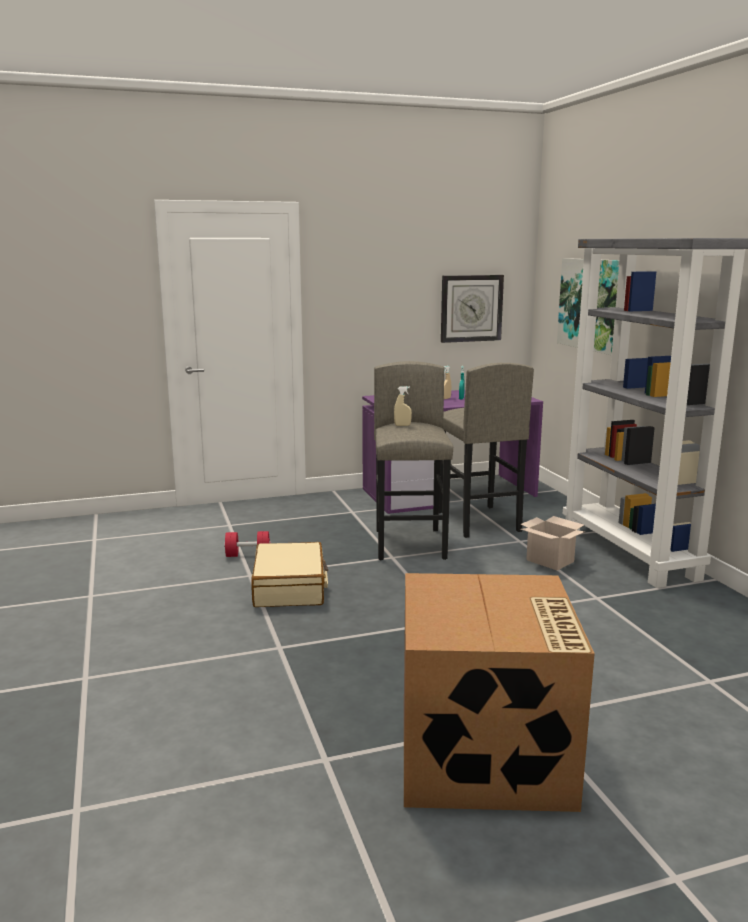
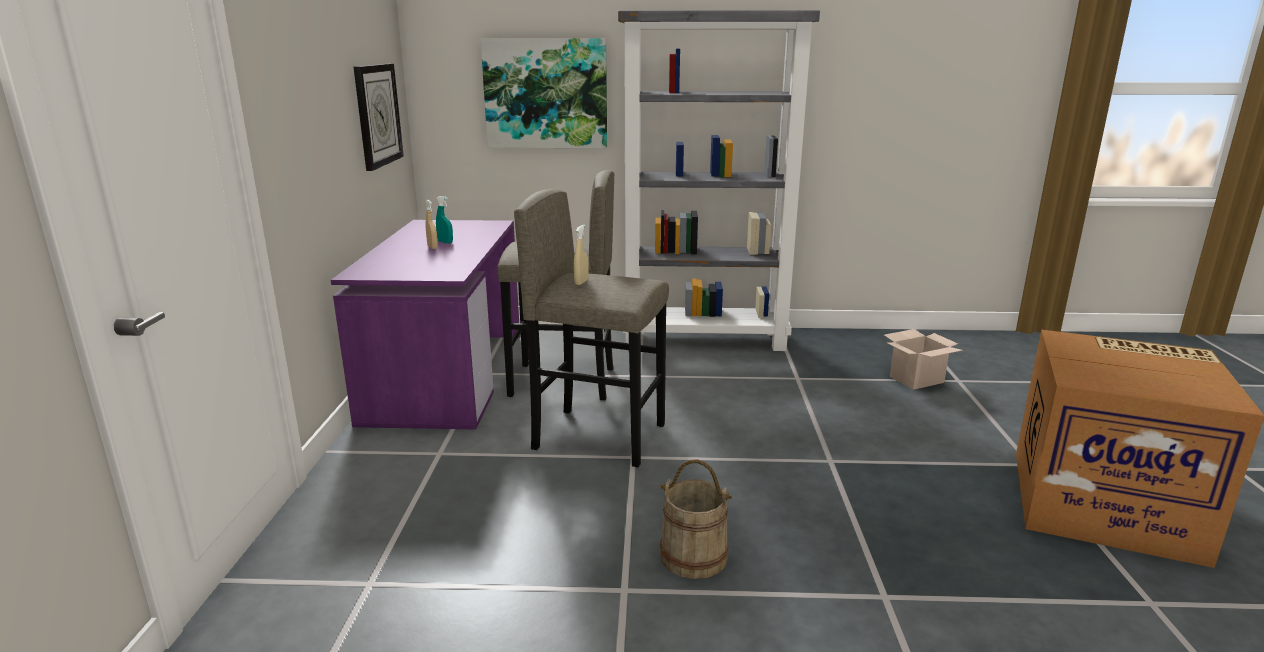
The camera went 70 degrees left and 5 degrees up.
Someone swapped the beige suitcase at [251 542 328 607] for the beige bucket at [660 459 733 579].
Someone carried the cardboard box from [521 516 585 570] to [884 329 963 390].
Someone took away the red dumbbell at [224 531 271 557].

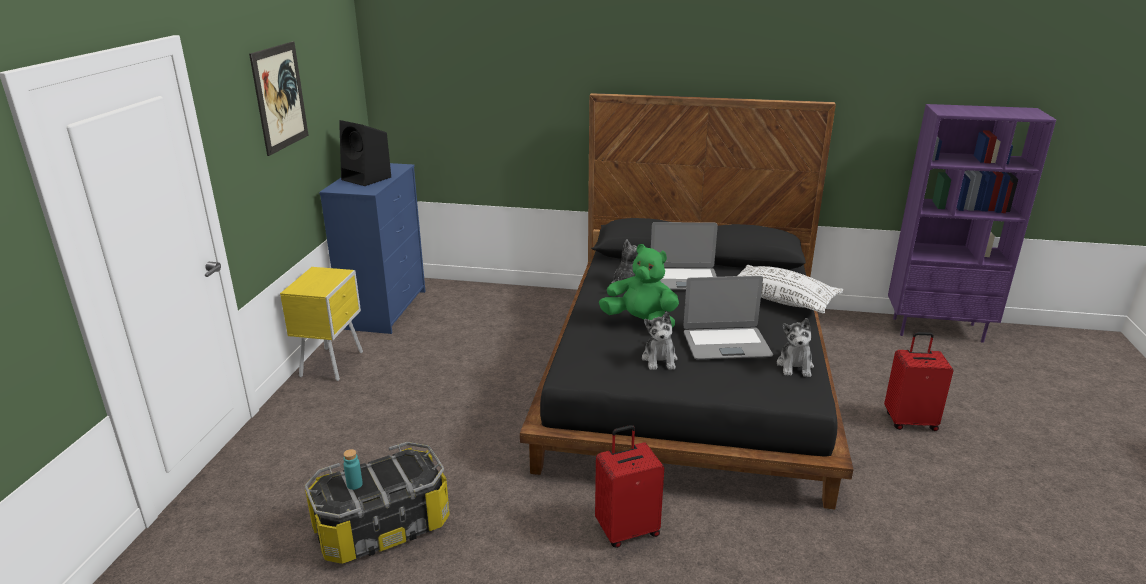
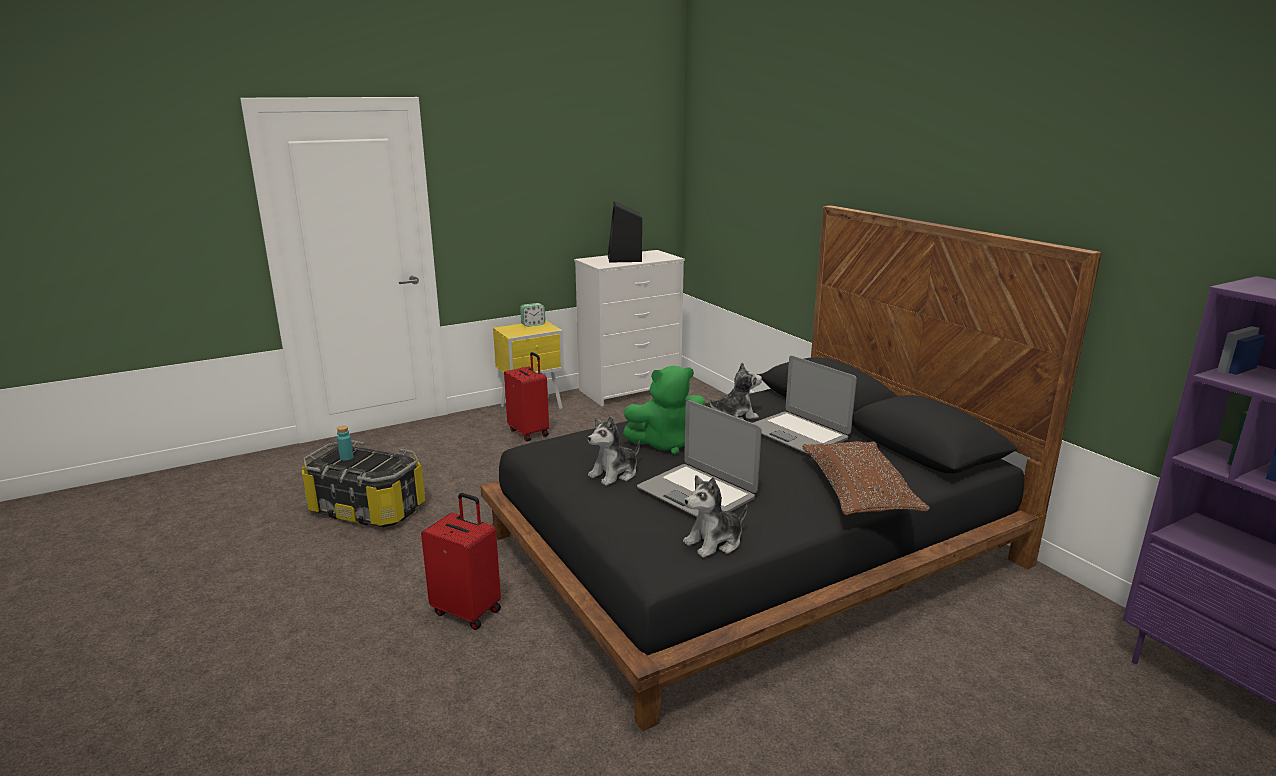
The camera went 50 degrees right and 5 degrees down.
Someone carried the red suitcase from [884 332 954 431] to [504 352 549 441].
Someone put down the alarm clock at [520 303 545 327].
Someone repainted the blue dresser at [319 163 426 334], which became the white dresser at [574 250 685 406].
Someone rotated the green plush toy at [599 244 679 328] by 90 degrees clockwise.
Someone repainted the white pillow at [738 265 844 314], which became the brown pillow at [802 441 930 515].
Someone took away the picture at [249 41 309 156].

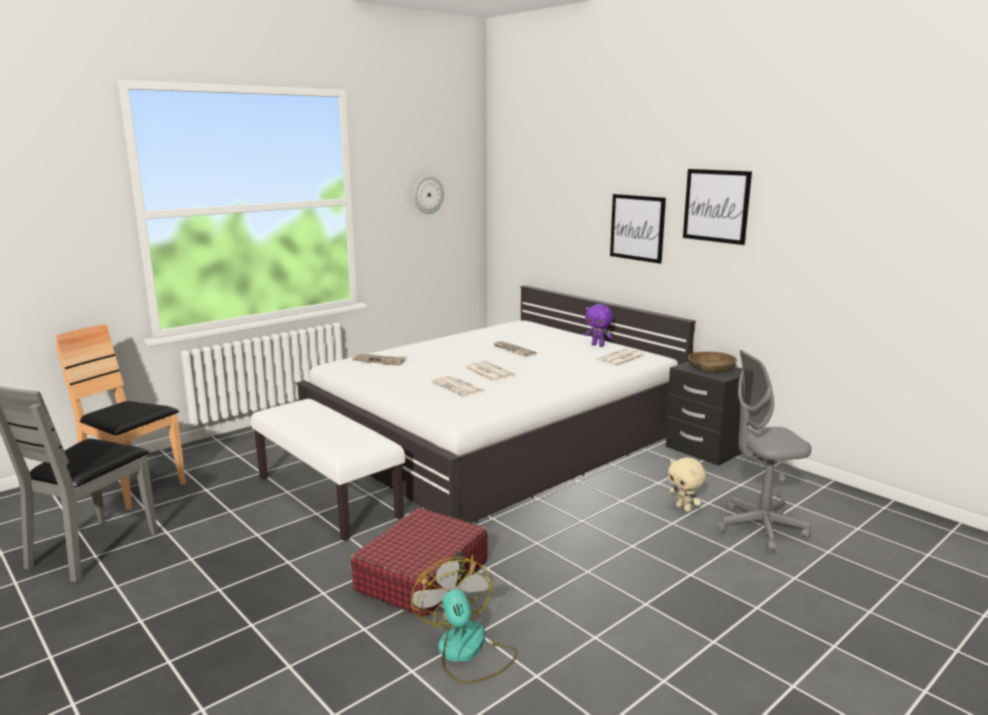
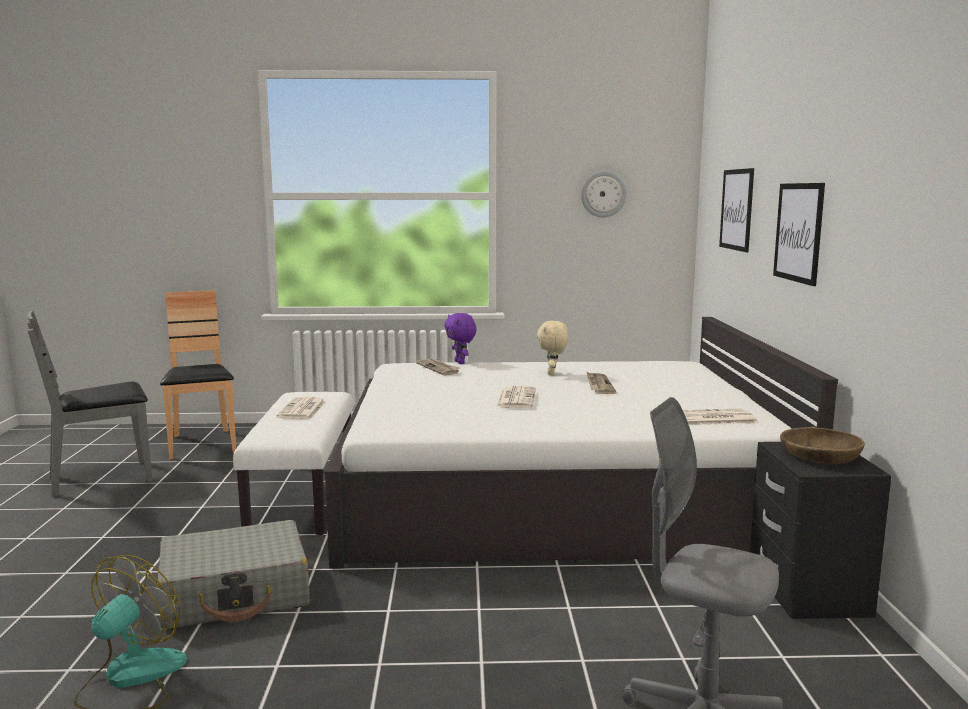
The camera went 40 degrees right and 5 degrees down.
Someone repainted the red suitcase at [351 508 488 617], which became the grey suitcase at [157 520 310 629].
Someone carried the newspaper from [431 375 486 397] to [277 397 326 419].
Someone carried the purple plush toy from [584 304 613 347] to [444 313 476 364].
Someone carried the beige plush toy from [668 457 706 512] to [537 321 568 375].
Someone carried the picture from [683 169 752 245] to [719 168 754 252].

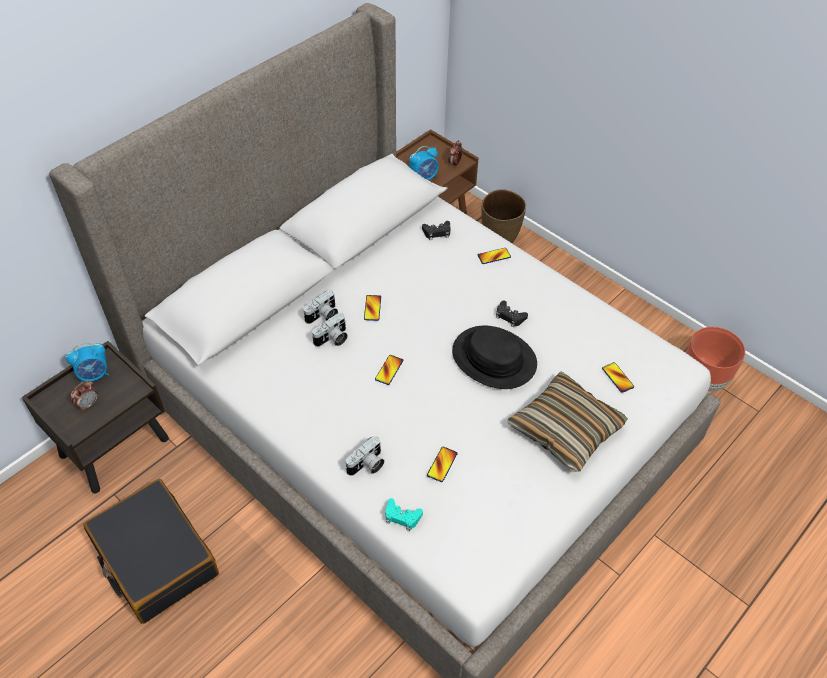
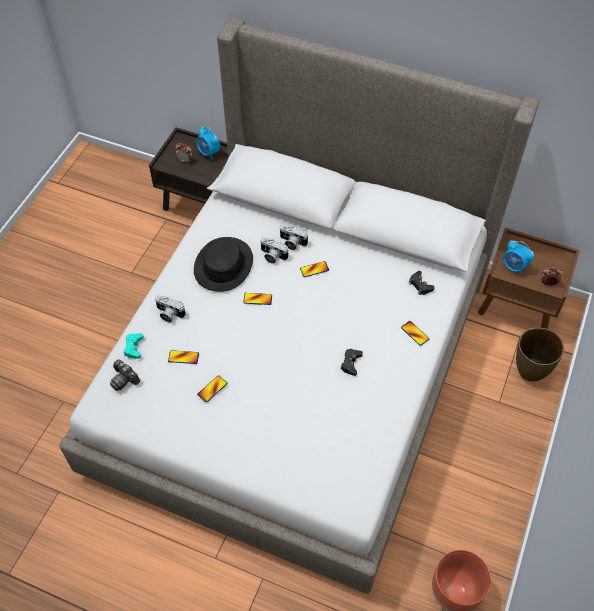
The camera went 70 degrees right and 5 degrees up.
Someone put down the photo camera at [110 359 140 391].
Someone carried the black hat from [452 325 537 389] to [194 237 253 292].
Someone carried the phone from [602 362 634 393] to [197 375 227 402].
Someone took away the black suitcase at [83 479 219 624].
Someone took away the pillow at [507 372 628 472].

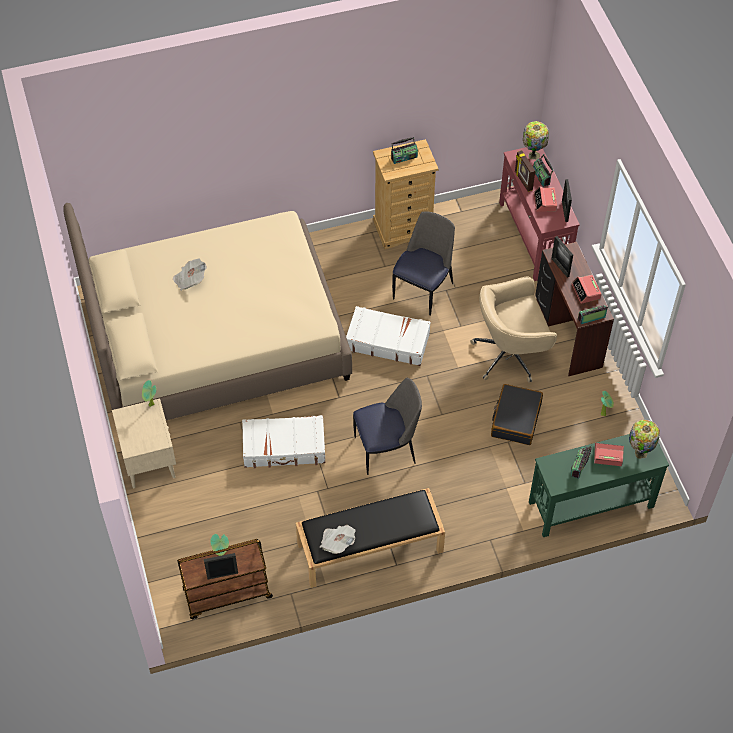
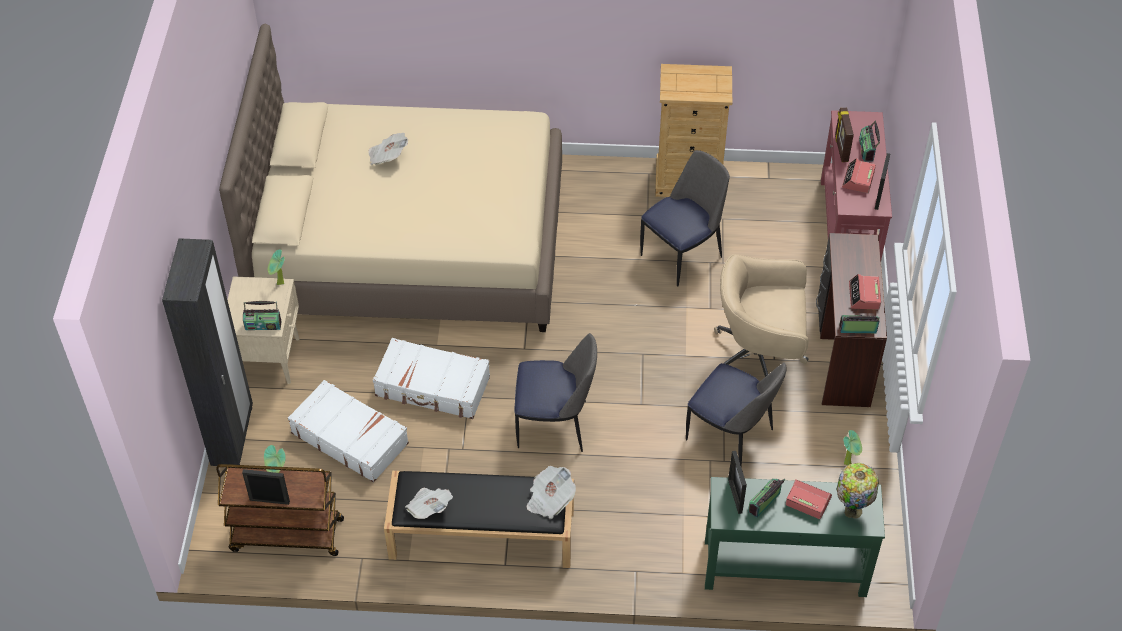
The camera went 20 degrees right and 5 degrees down.
Someone put down the black wardrobe at [162 238 253 466].
Someone carried the radio from [391 137 418 164] to [243 301 282 330].
Someone carried the white suitcase from [346 306 431 366] to [288 380 409 483].
Someone put down the newspaper at [526 466 576 519].
Someone swapped the black suitcase at [491 384 543 445] for the chair at [686 363 787 466].
Someone carried the picture frame from [551 236 573 277] to [728 451 747 514].
Someone took away the table lamp at [523 121 549 160].

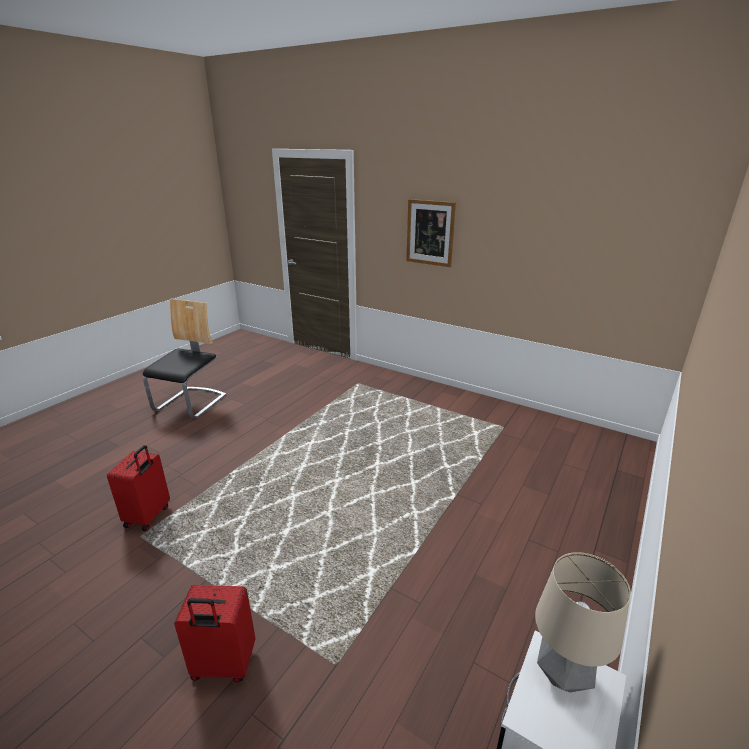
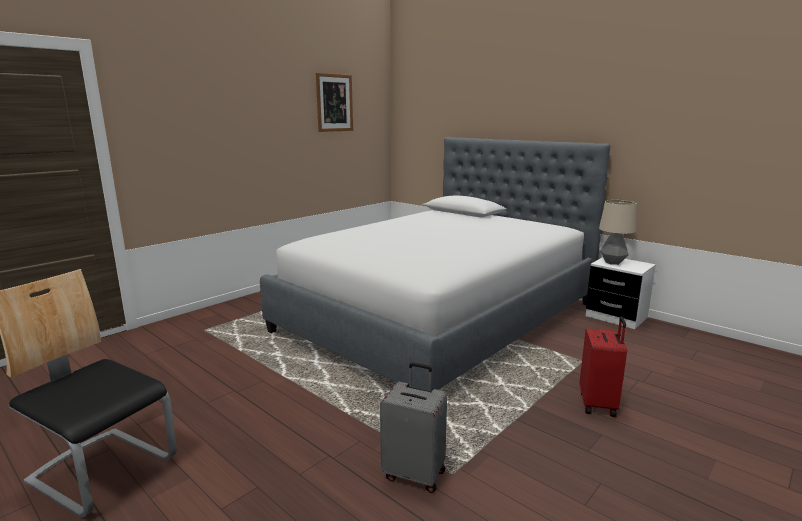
The camera went 80 degrees left and 10 degrees down.
Someone put down the bed at [260 137 610 391].
Someone carried the picture from [406 199 456 267] to [316 73 353 132].
Someone repainted the red suitcase at [107 445 170 531], which became the grey suitcase at [380 362 447 493].

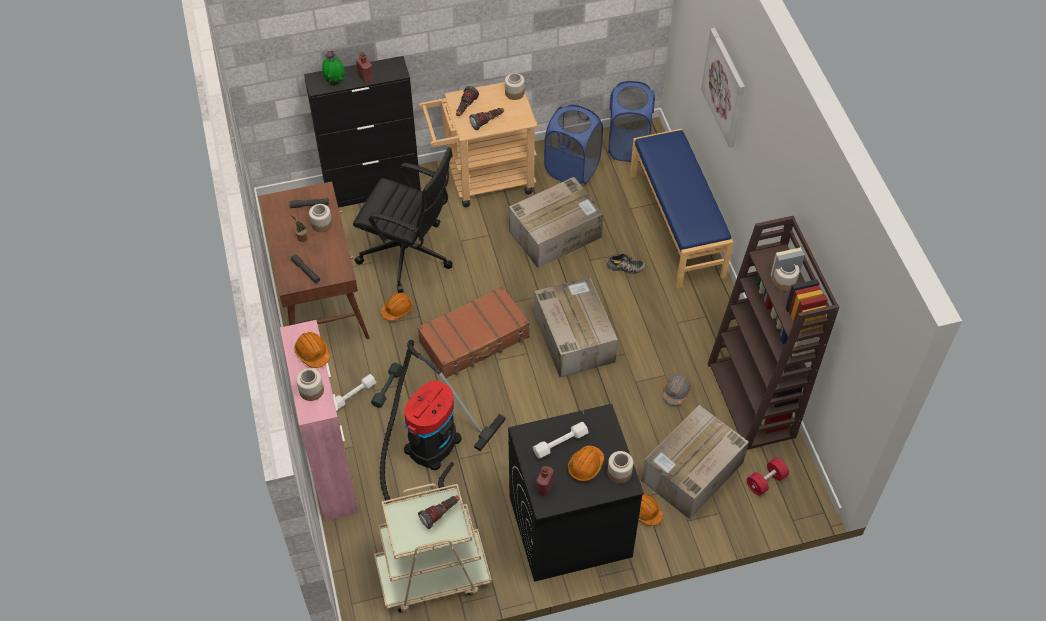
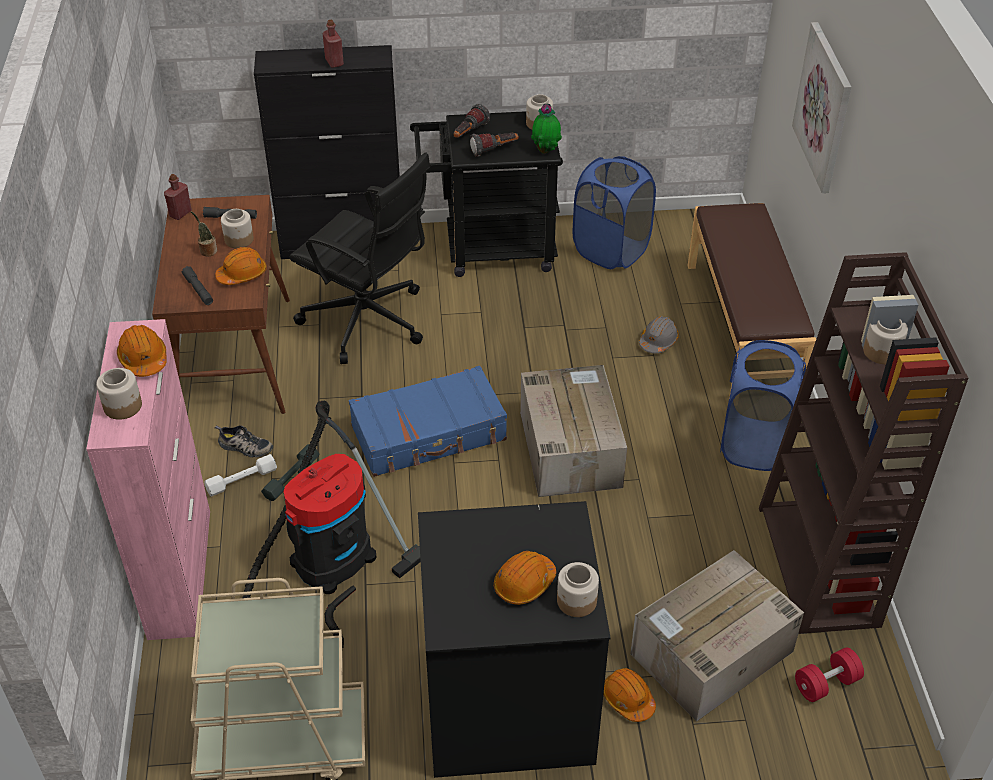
The camera went 10 degrees right and 10 degrees down.
Someone carried the red bottle from [536 466 554 496] to [164 174 192 220].
Someone carried the shoe from [606 254 646 274] to [214 425 273 457].
Someone carried the orange hard hat from [381 293 413 321] to [215 247 267 285].
Someone repainted the brown suitcase at [417 286 530 378], which became the blue suitcase at [349 366 507 477].
Someone repainted the beige cart at [419 82 538 207], which became the black cart at [410 111 563 277].
Someone carried the potted plant from [322 51 346 86] to [531 104 562 154].
Someone carried the grey hard hat from [663 373 692 406] to [639 316 679 353].
Someone repainted the blue bench at [630 129 733 288], which became the brown bench at [688 203 816 398].
Someone carried the blue laundry basket from [608 81 655 162] to [720 340 806 471].
Someone took away the flashlight at [418 495 460 529].
Someone took away the cardboard box at [509 177 604 268].
Someone took away the white dumbbell at [532 422 589 459].

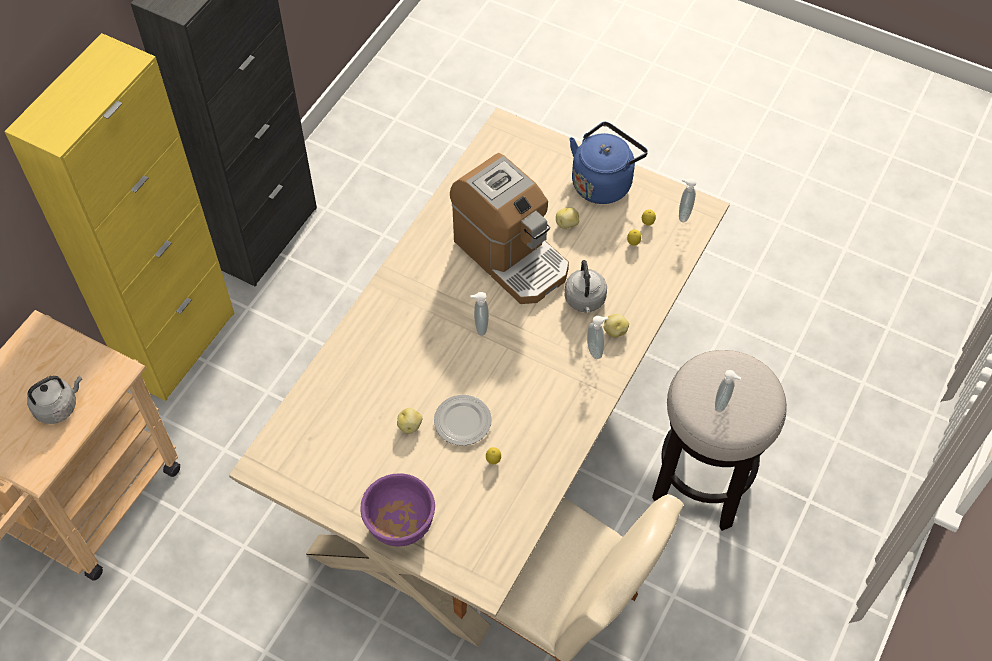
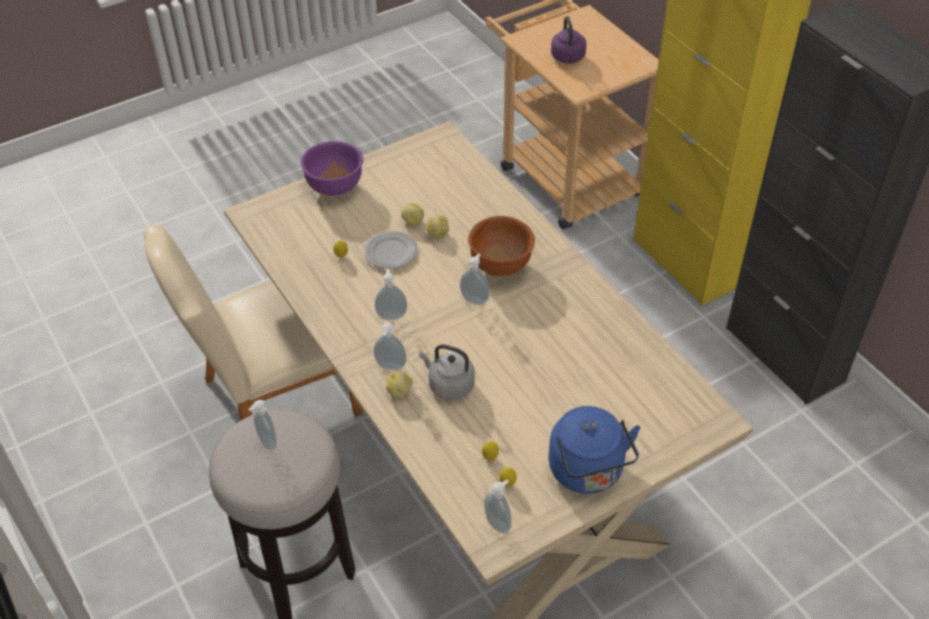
The camera went 120 degrees right and 10 degrees down.
Someone put down the soap dispenser at [375 269 407 320].
Someone carried the potato from [556 207 579 229] to [426 215 449 238].
Someone put down the brown bowl at [468 216 535 276].
Someone repainted the grey kettle at [27 375 82 424], which became the purple kettle at [551 16 586 64].
Someone took away the coffee machine at [450 153 569 304].

